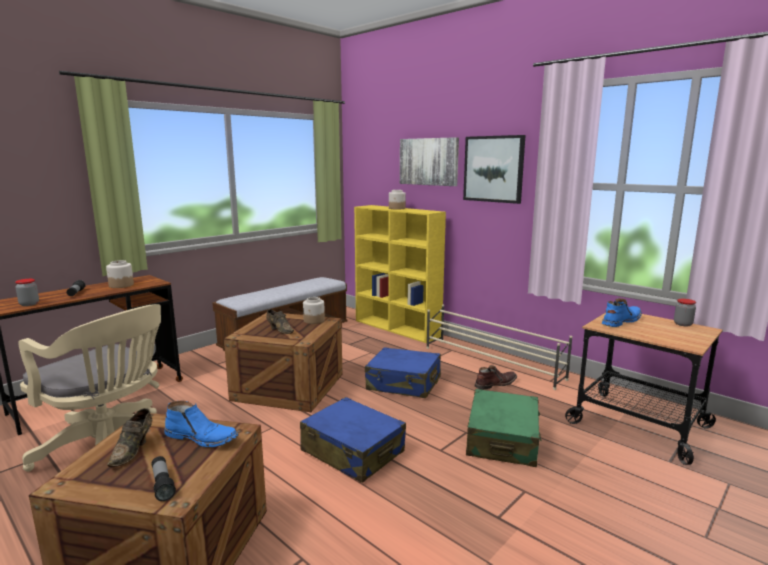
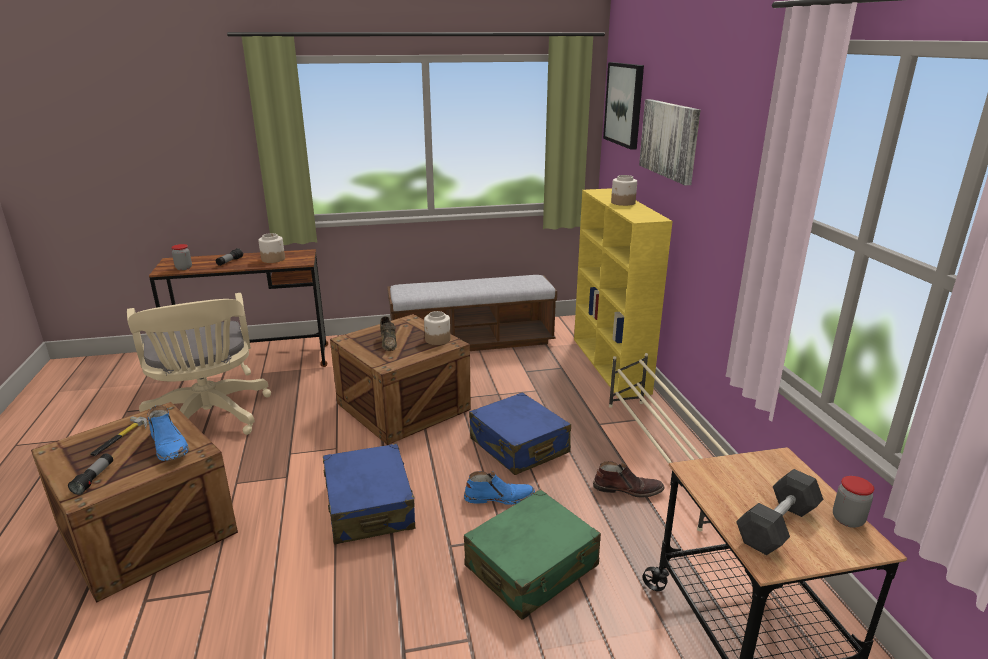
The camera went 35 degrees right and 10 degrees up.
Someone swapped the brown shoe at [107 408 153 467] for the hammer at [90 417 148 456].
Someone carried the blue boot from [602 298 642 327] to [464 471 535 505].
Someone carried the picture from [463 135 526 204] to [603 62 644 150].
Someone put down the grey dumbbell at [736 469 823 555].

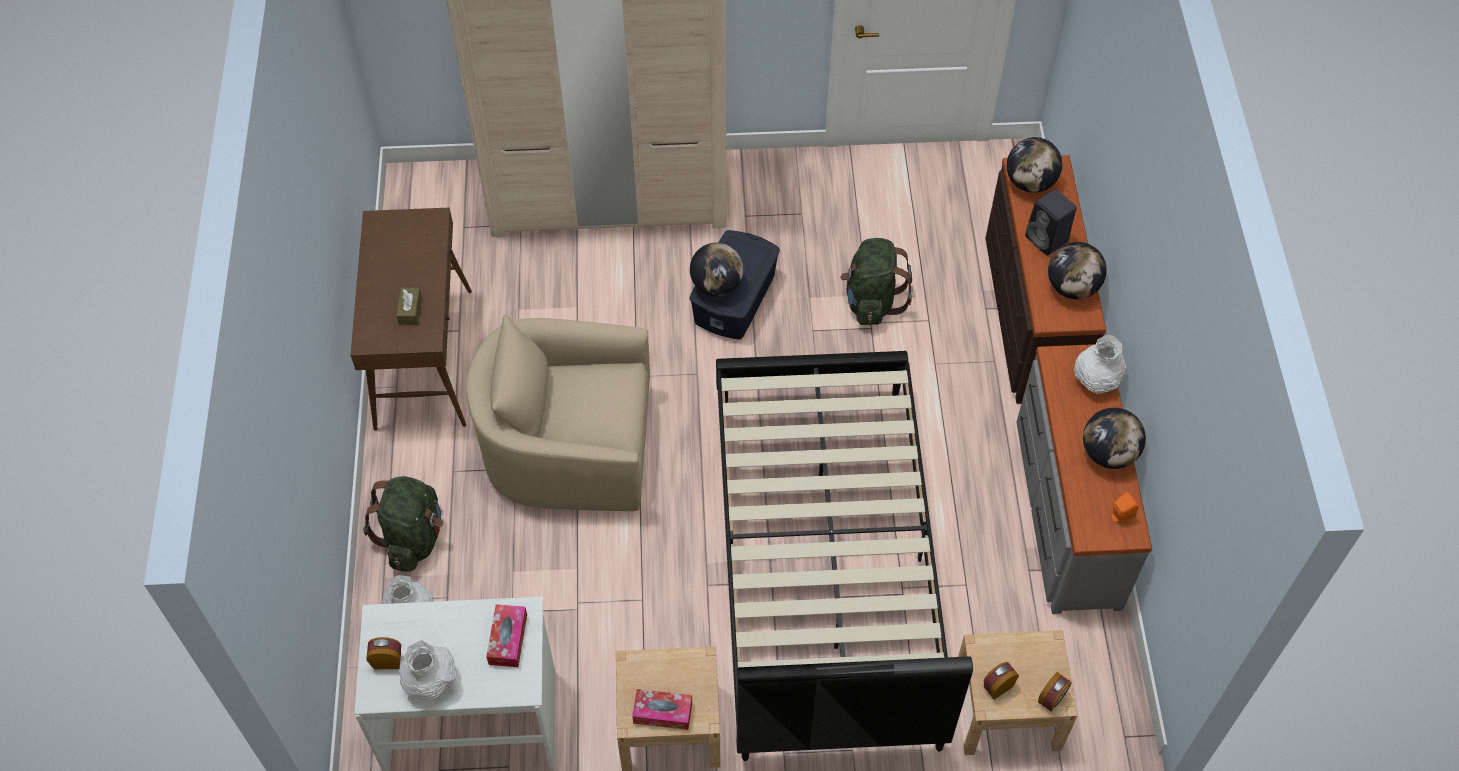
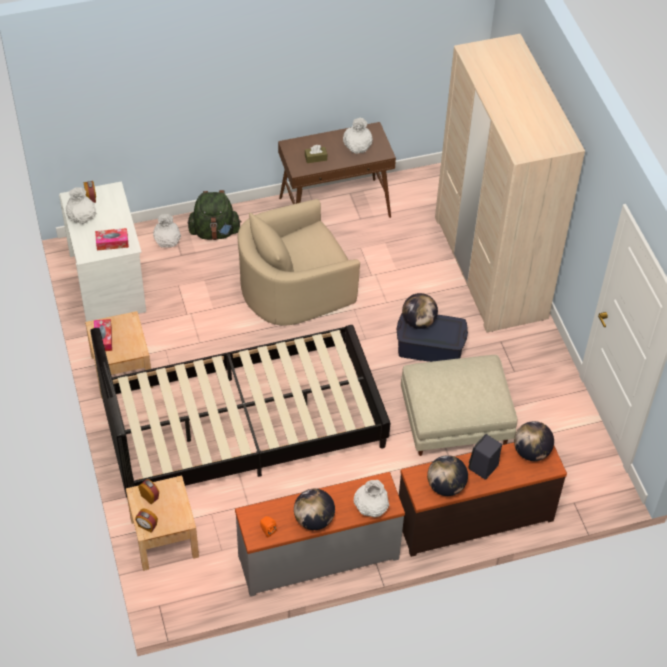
The camera went 75 degrees right and 5 degrees down.
Someone rotated the beige armchair at [466 315 650 511] by 105 degrees counterclockwise.
Someone put down the white vase at [343 118 373 154].
Someone swapped the green backpack at [840 238 913 325] for the beige ottoman at [401 355 517 456].

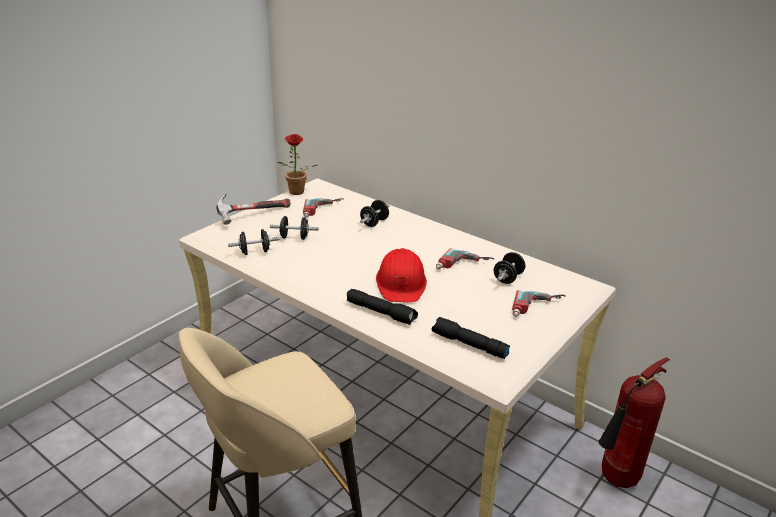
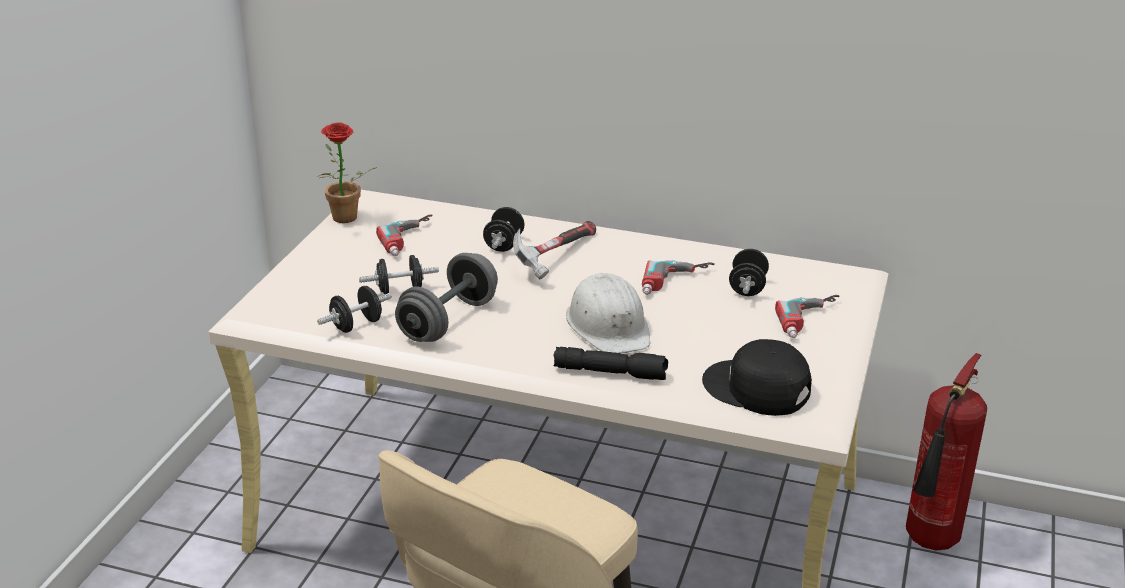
The camera went 20 degrees left and 0 degrees up.
Someone put down the grey dumbbell at [395 253 498 342].
Someone carried the hammer from [216 193 291 225] to [513 221 596 280].
Someone repainted the red hard hat at [376 248 427 303], which became the white hard hat at [566 273 650 353].
Someone swapped the black flashlight at [432 317 510 359] for the black cap at [702 339 812 416].

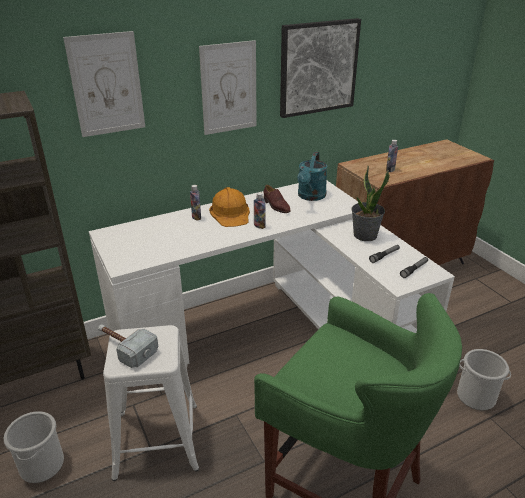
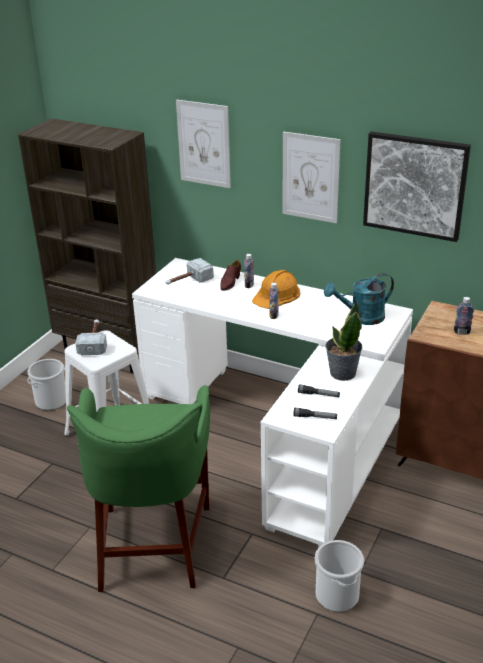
The camera went 55 degrees right and 0 degrees up.
Someone put down the hammer at [165 258 214 285].
Someone carried the brown shoe from [263 185 291 213] to [220 260 241 290].

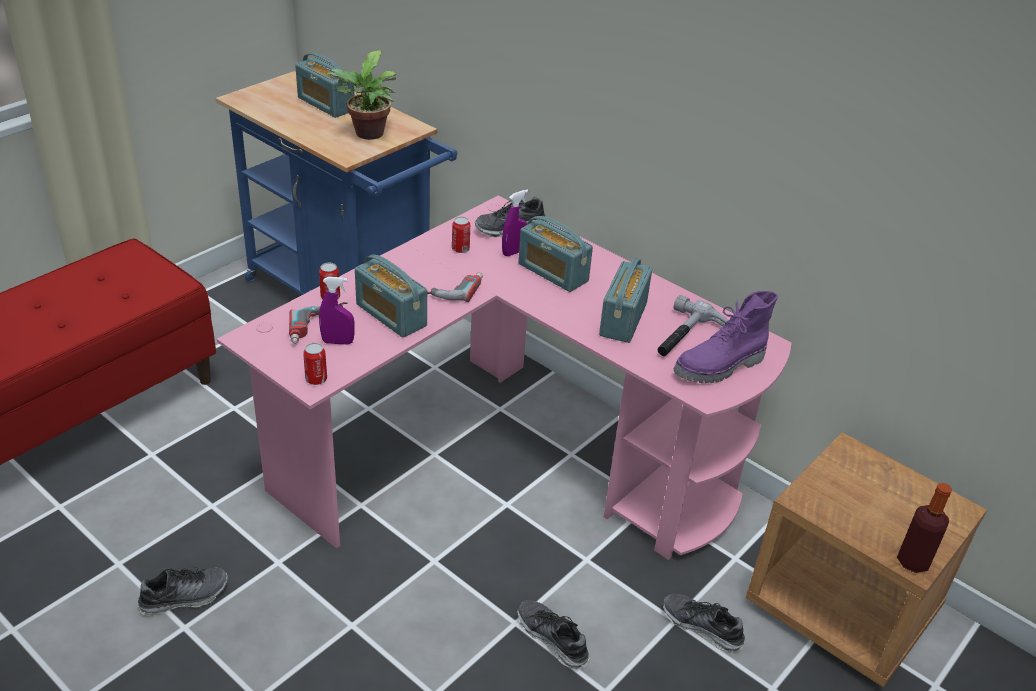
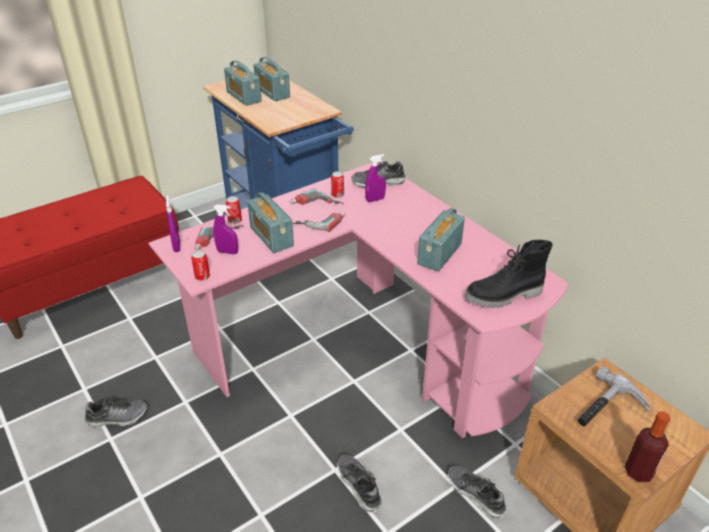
The camera went 15 degrees right and 0 degrees up.
Someone put down the purple spray bottle at [166 195 180 252].
Someone carried the radio from [518 216 593 292] to [224 61 262 106].
Someone put down the power drill at [289 189 344 205].
Someone repainted the purple boot at [674 291 778 383], which became the black boot at [464 240 553 308].
Someone carried the hammer from [658 295 728 356] to [578 366 651 426].
Someone took away the potted plant at [325 50 396 140].

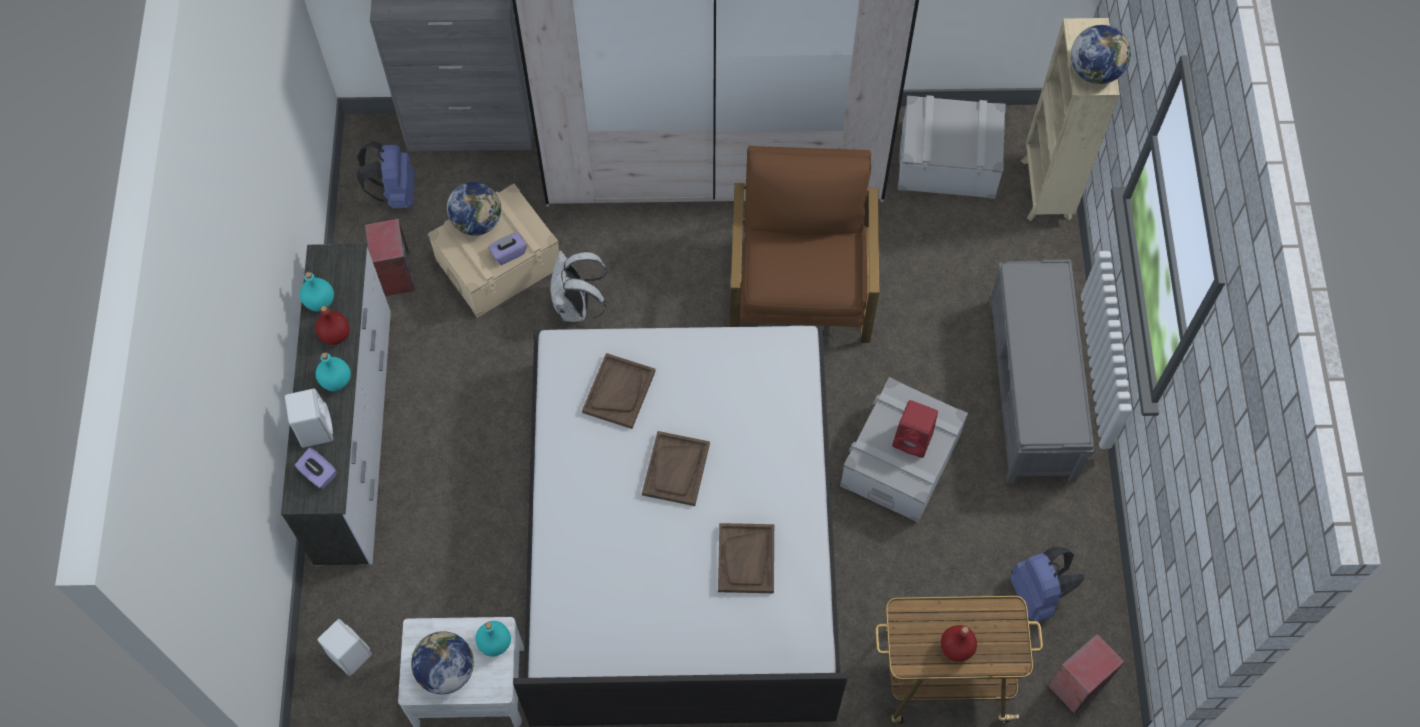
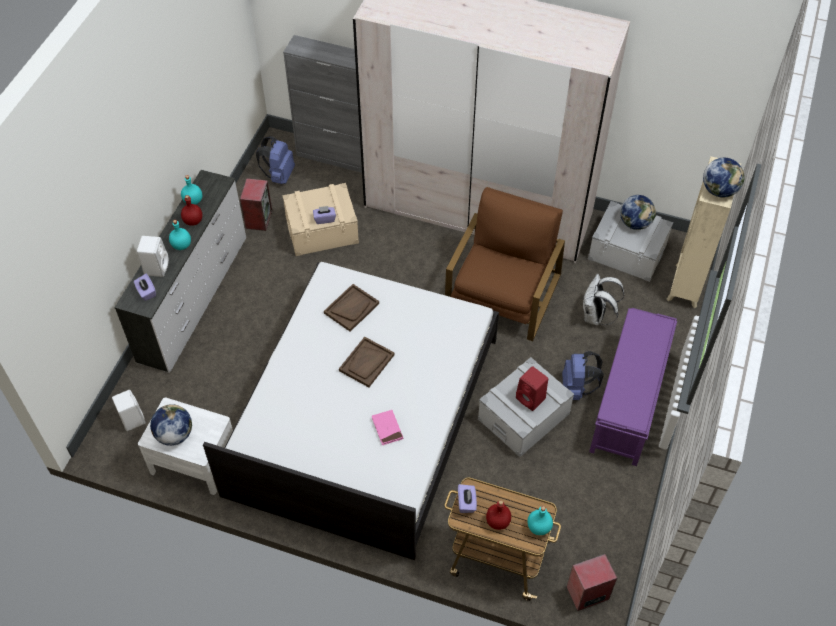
The camera went 20 degrees right and 10 degrees down.
Someone swapped the brown tray at [718 523 774 593] for the pink book at [372 410 403 445].
Someone put down the purple tissue box at [458 484 477 513].
Someone carried the turquoise bottle from [475 621 511 657] to [527 506 553 535].
Someone carried the blue backpack from [1010 547 1084 622] to [562 351 604 400].
Someone carried the white backpack from [550 250 607 322] to [583 274 624 325].
Someone repainted the grey bench at [989 259 1094 483], which became the purple bench at [589 308 677 466].
Someone carried the globe from [447 182 501 236] to [620 195 656 230].

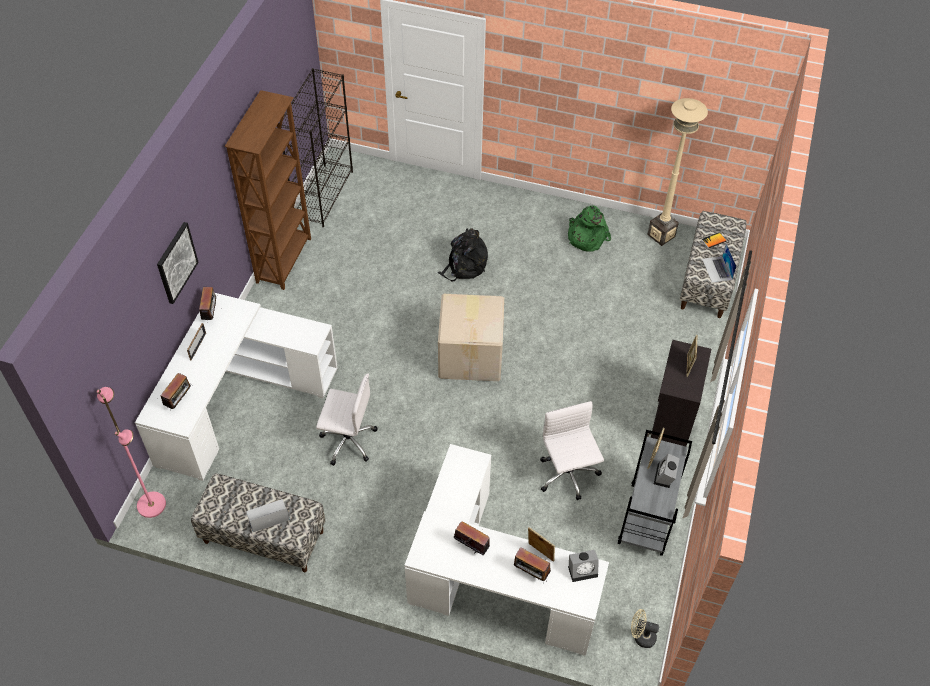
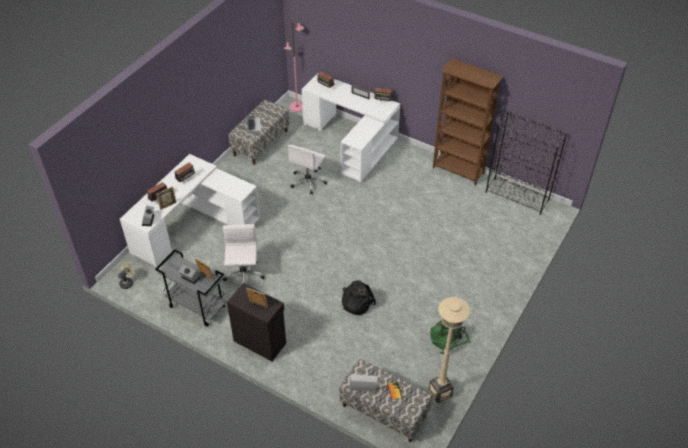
The camera went 105 degrees right and 5 degrees down.
Someone rotated the white office chair at [540 401 604 500] by 90 degrees counterclockwise.
Someone carried the black backpack from [438 228 488 282] to [342 280 376 315].
Someone took away the picture at [157 222 199 304].
Someone took away the cardboard box at [438 294 504 381].

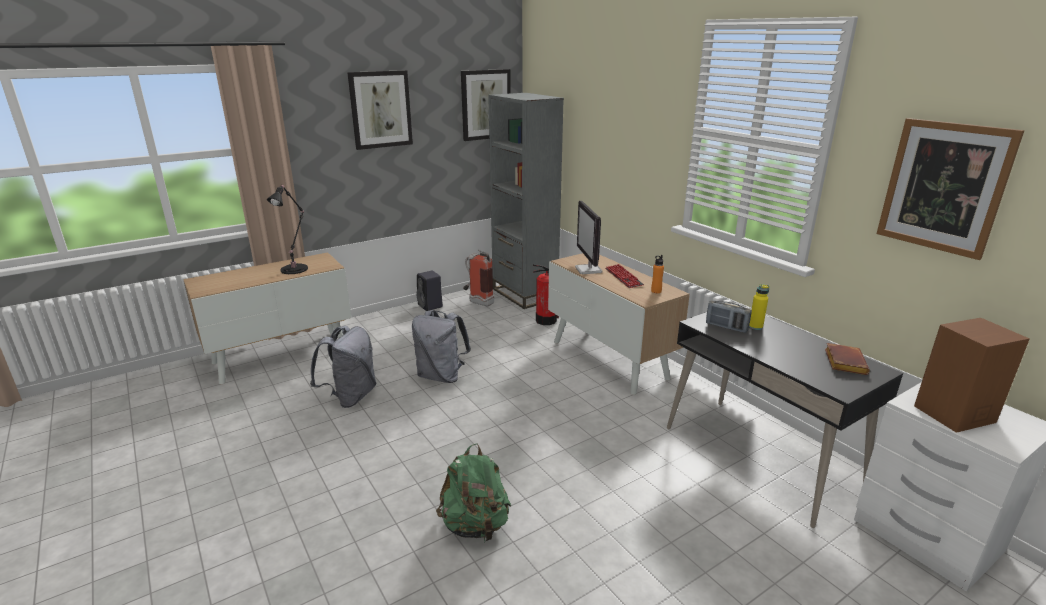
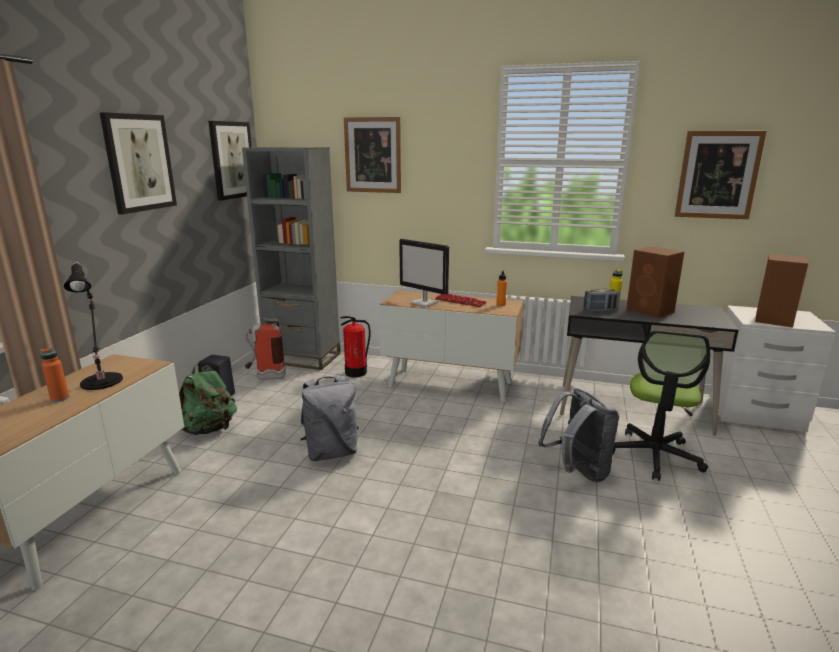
The camera went 40 degrees left and 5 degrees down.
Someone put down the orange bottle at [40 347 69 402].
Someone carried the green backpack from [436 443 511 541] to [179 364 237 435].
Someone put up the picture at [344 117 401 193].
Someone carried the grey backpack from [310 326 376 408] to [538 388 619 482].
Someone put down the office chair at [613 330 710 481].
Someone put down the brown speaker at [626 246 684 318].
Someone took away the brown book at [825 343 870 375].

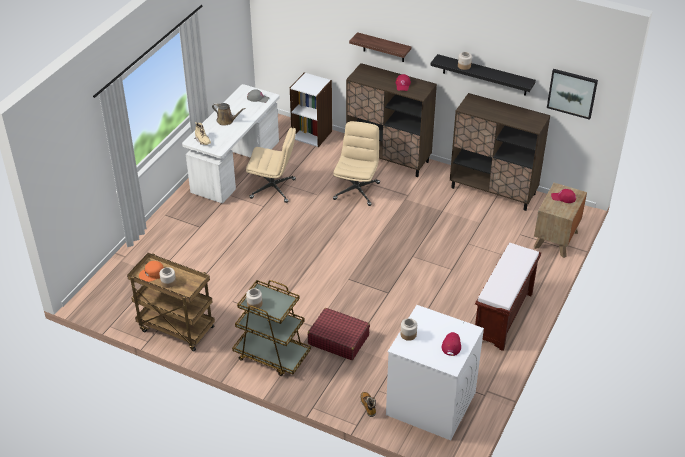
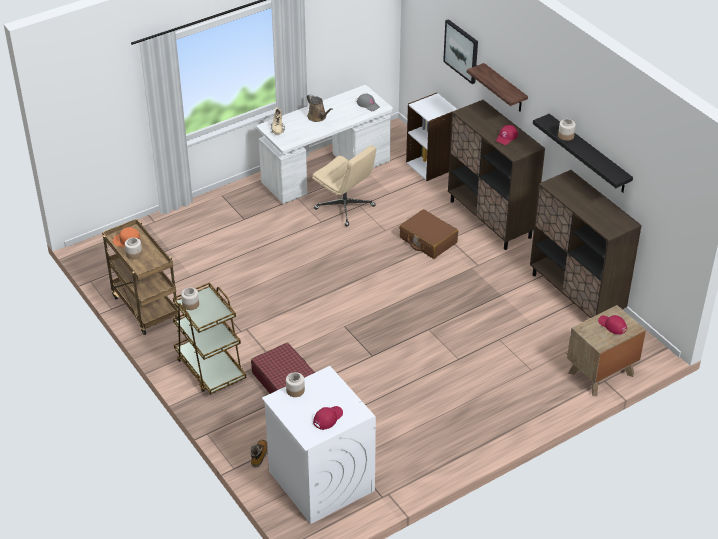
The camera went 30 degrees right and 0 degrees up.
Someone swapped the beige office chair at [333 121 380 206] for the brown suitcase at [399 209 458 259].
Someone carried the picture from [547 69 598 120] to [443 19 478 84].
Someone took away the brown bench at [475 243 541 351].

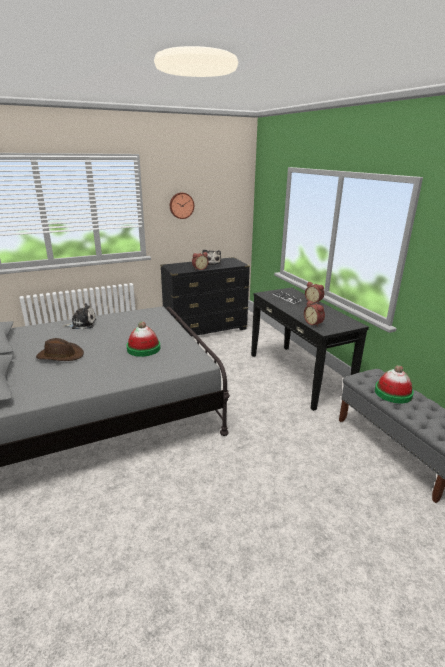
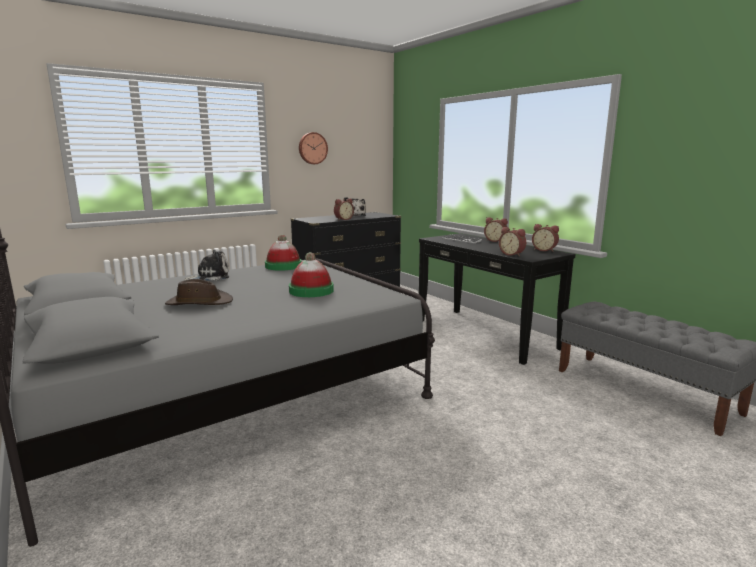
The camera went 10 degrees left and 10 degrees down.
Someone carried the hat from [375 365 414 404] to [265 234 302 271].
Someone put down the alarm clock at [532 224 559 252].

